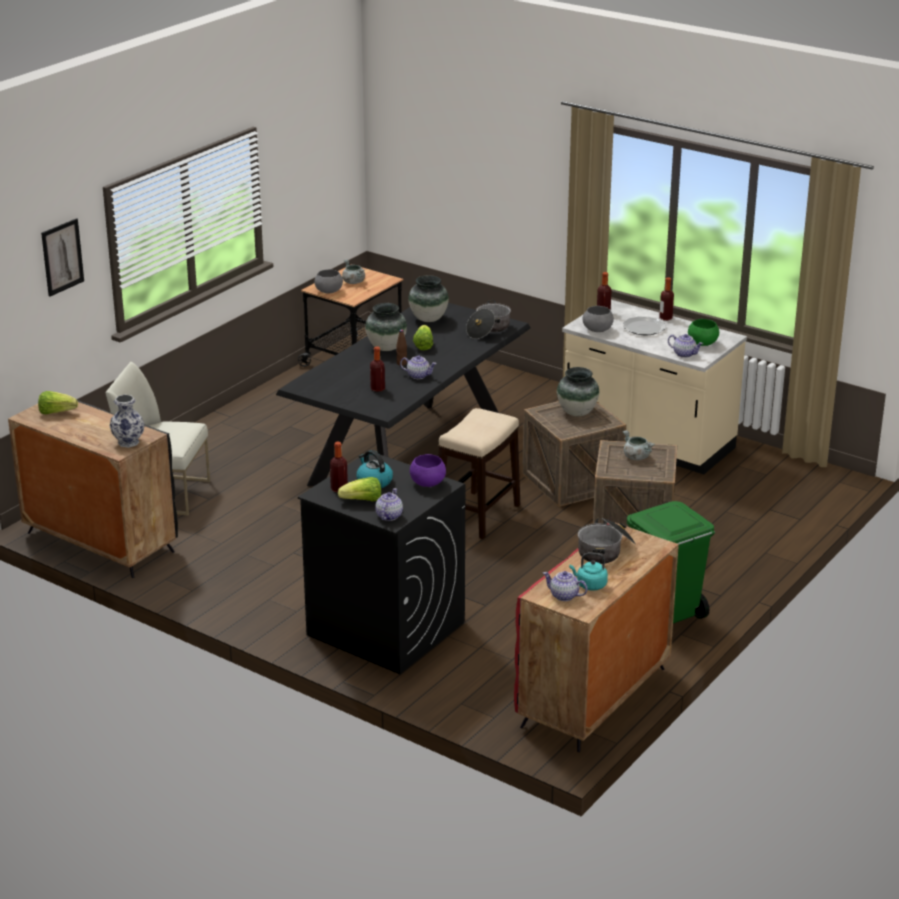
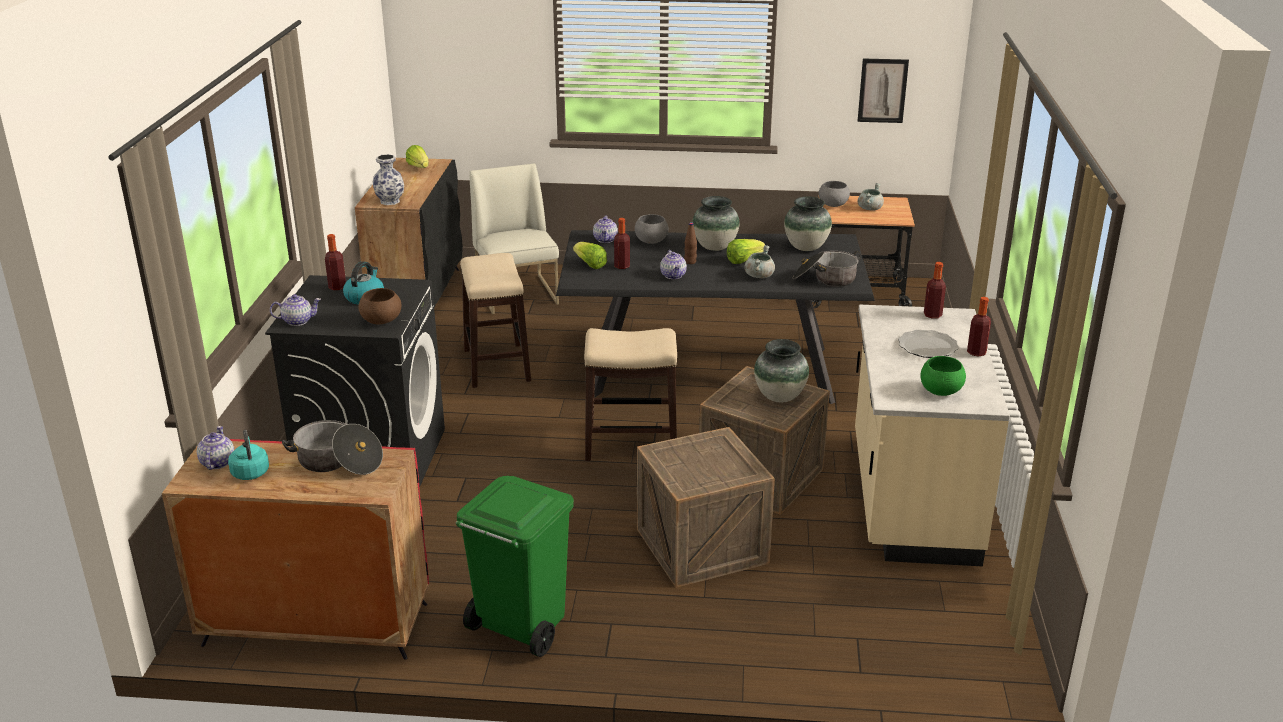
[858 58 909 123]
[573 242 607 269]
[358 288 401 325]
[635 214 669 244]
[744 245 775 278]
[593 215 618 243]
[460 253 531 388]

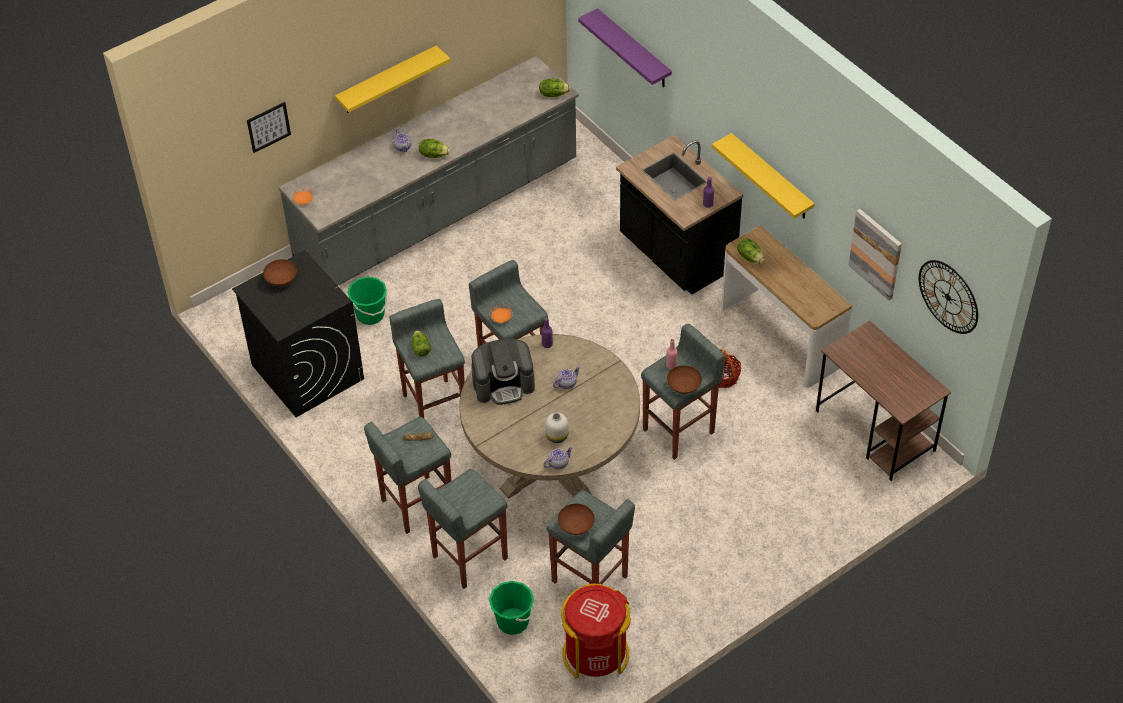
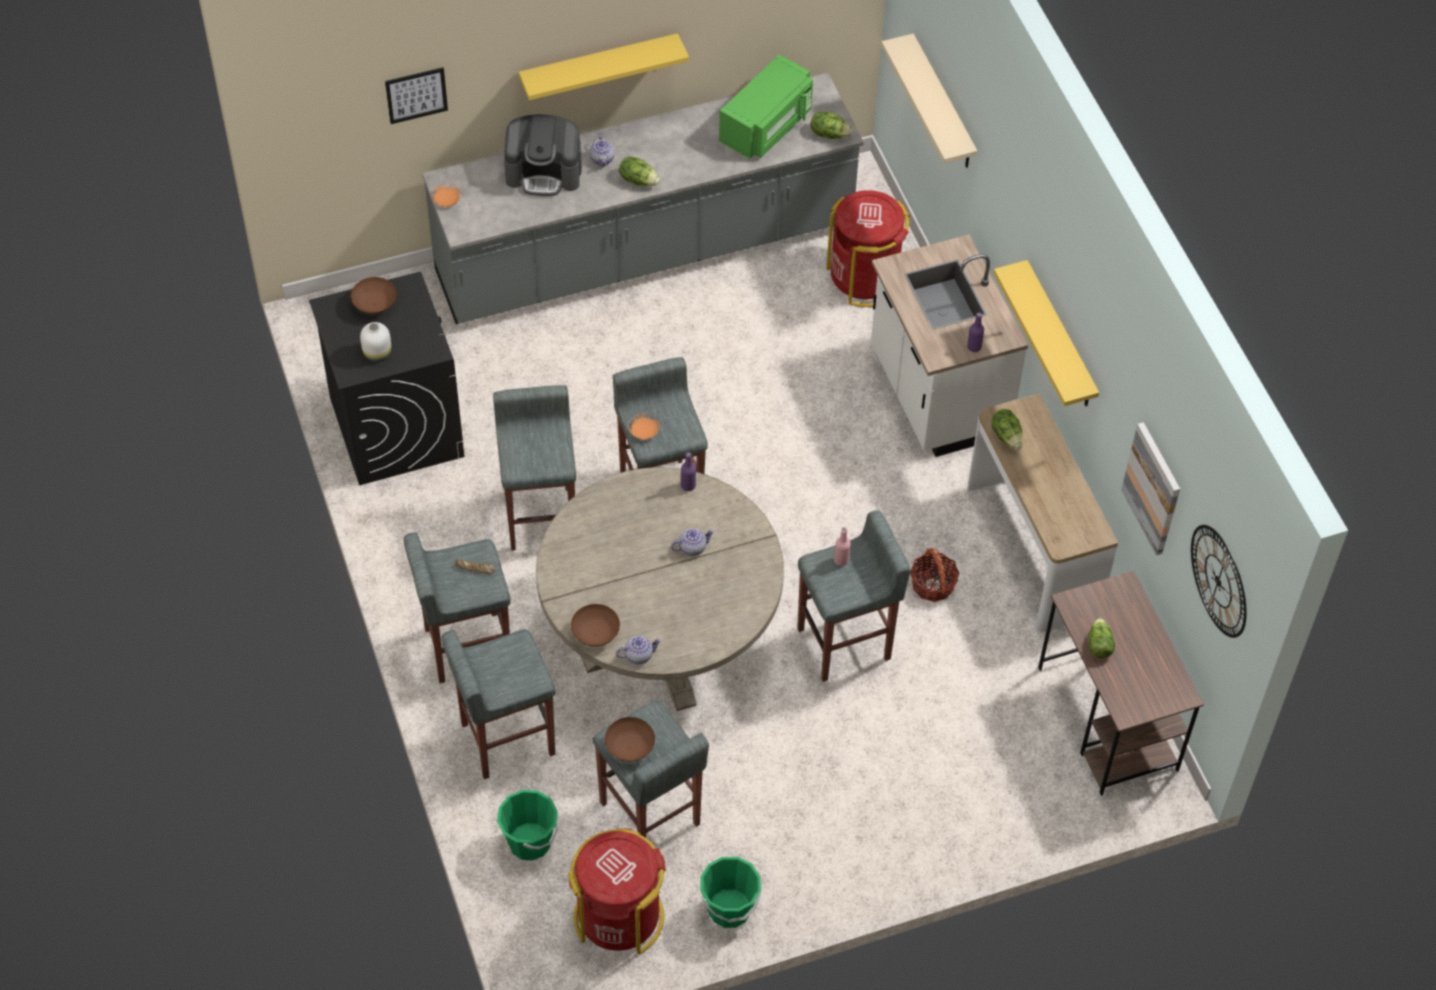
[700 857 762 928]
[1088 618 1115 658]
[504 114 582 196]
[360 322 392 362]
[881 34 977 168]
[871 235 1028 457]
[571 604 620 647]
[719 54 813 159]
[826 190 909 307]

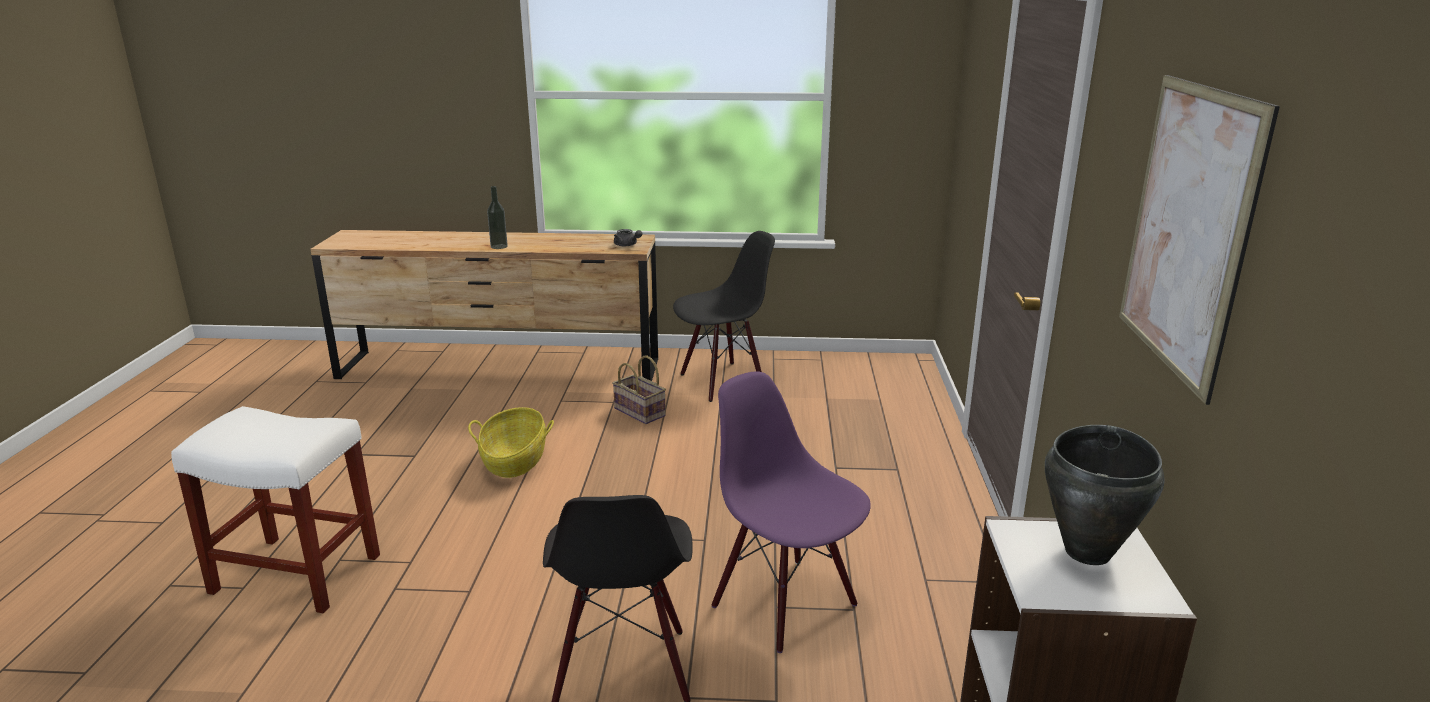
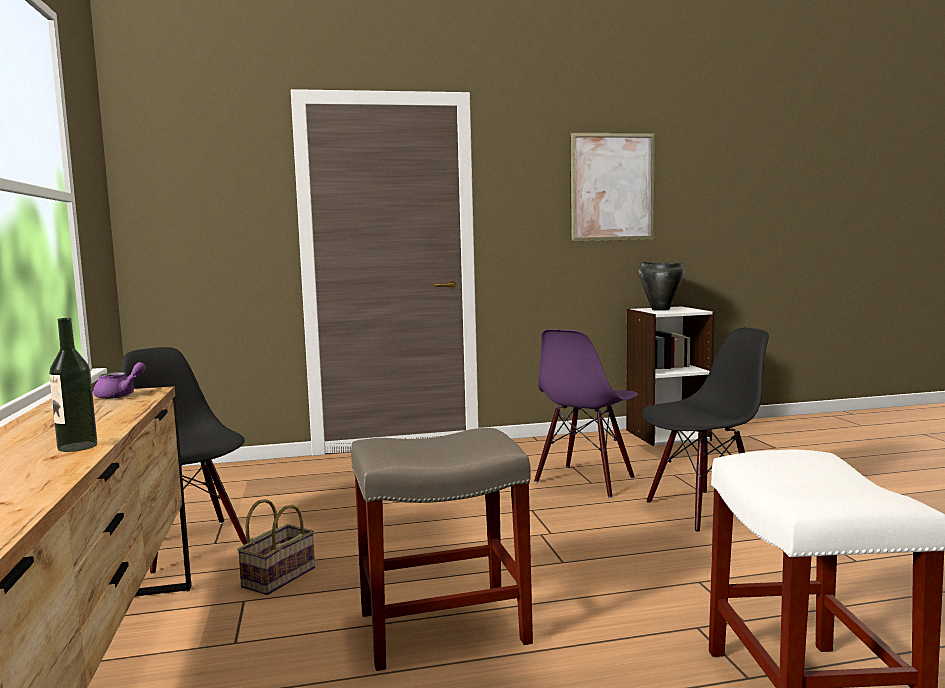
[351 428 533 671]
[93 362 146 399]

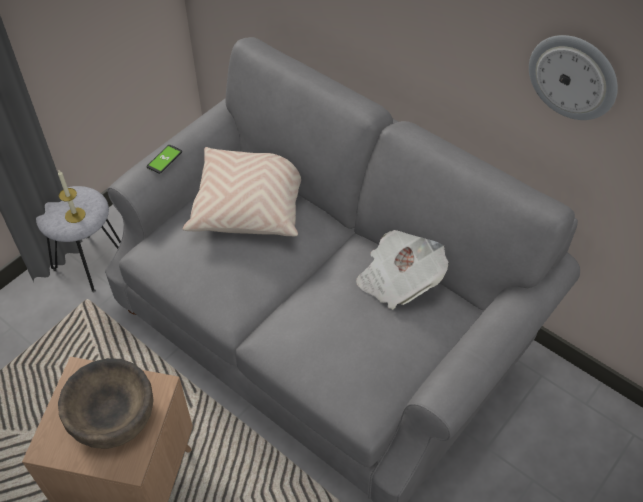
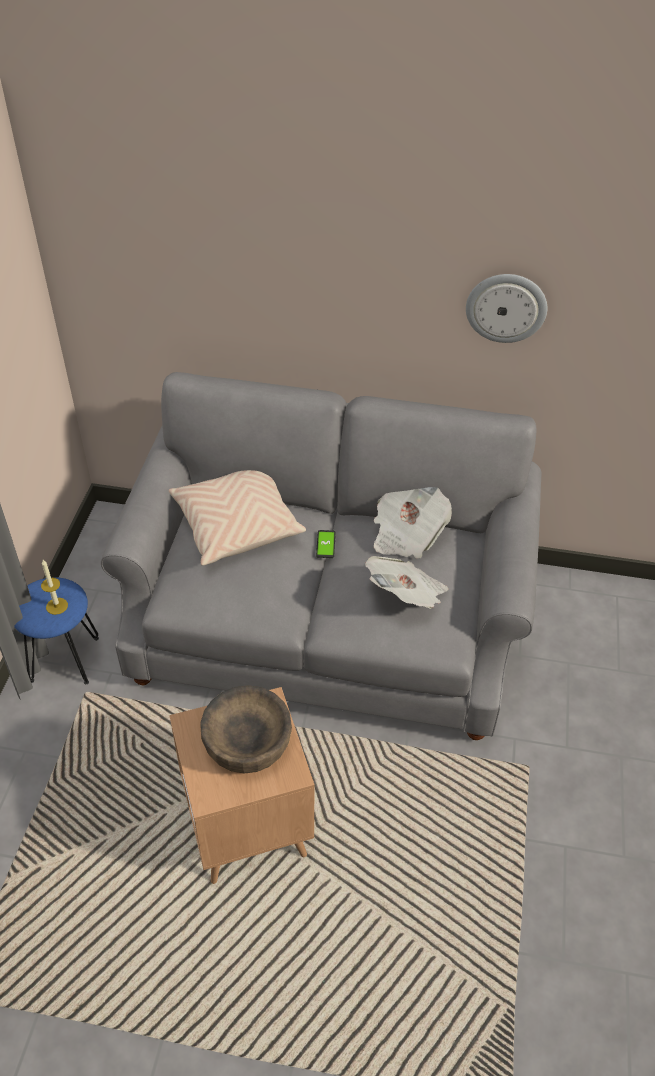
[14 577 99 684]
[316 530 335 558]
[365 556 448 609]

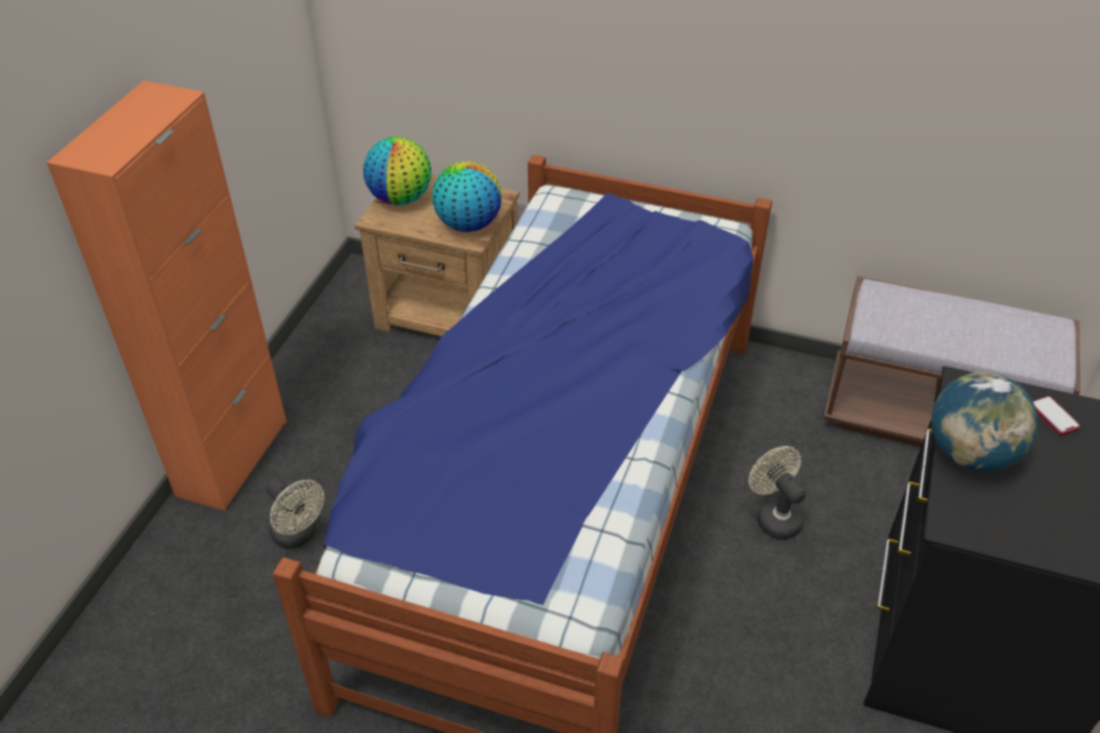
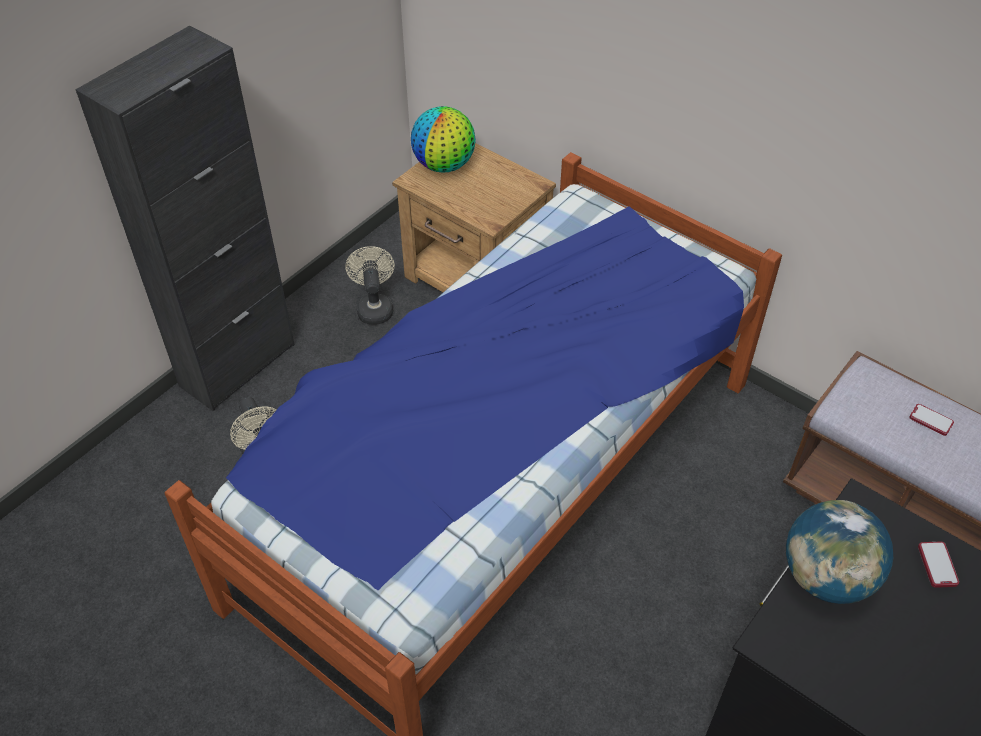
[75 25 295 411]
[432 161 502 232] (first image)
[345 246 395 325]
[909 404 954 436]

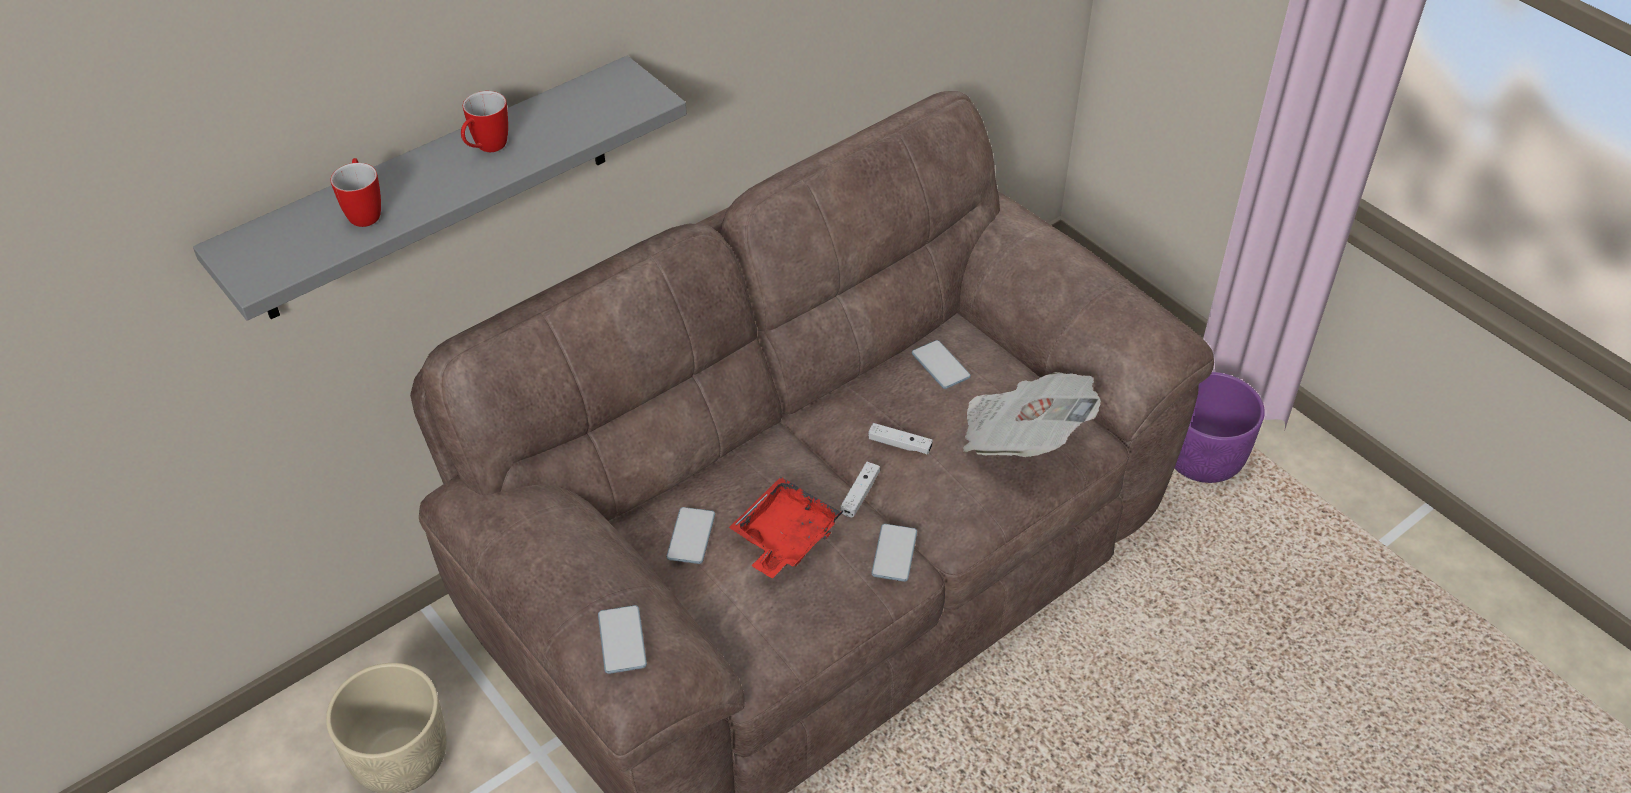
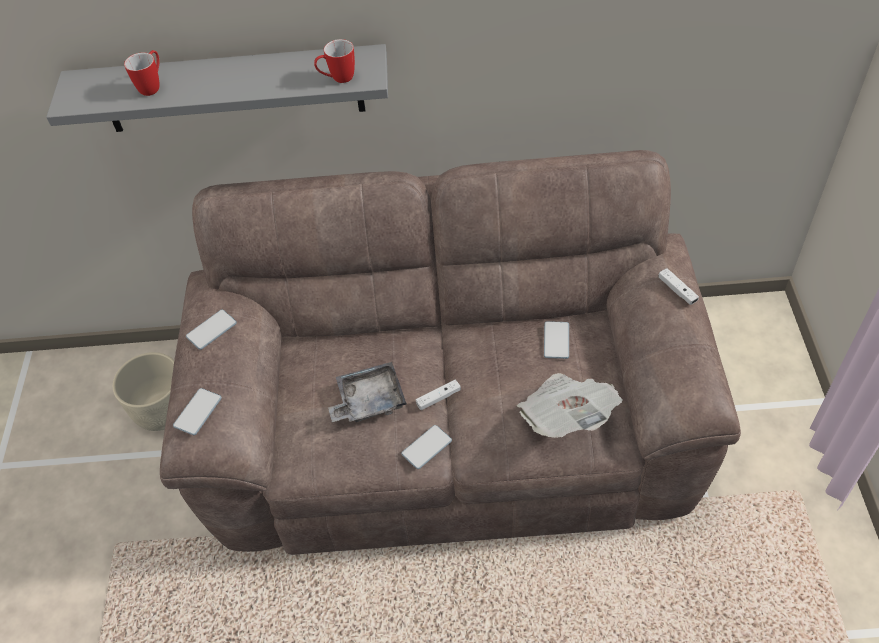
[314 39 355 83]
[186 309 237 350]
[328 362 407 422]
[658 268 699 305]
[1174 372 1265 483] (first image)

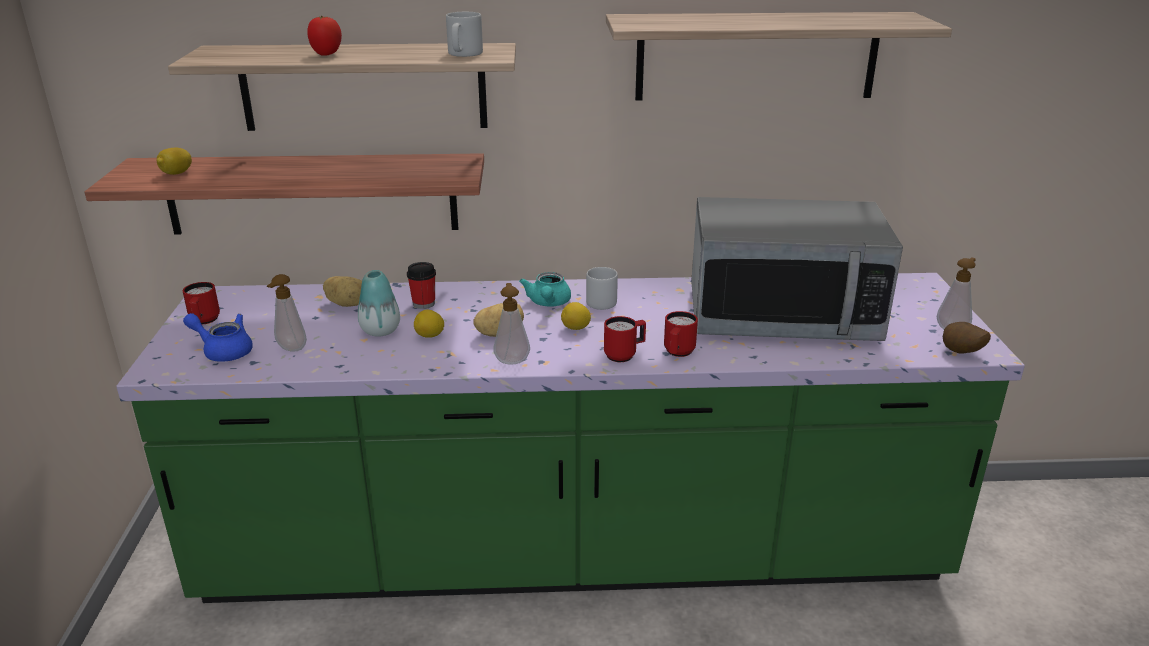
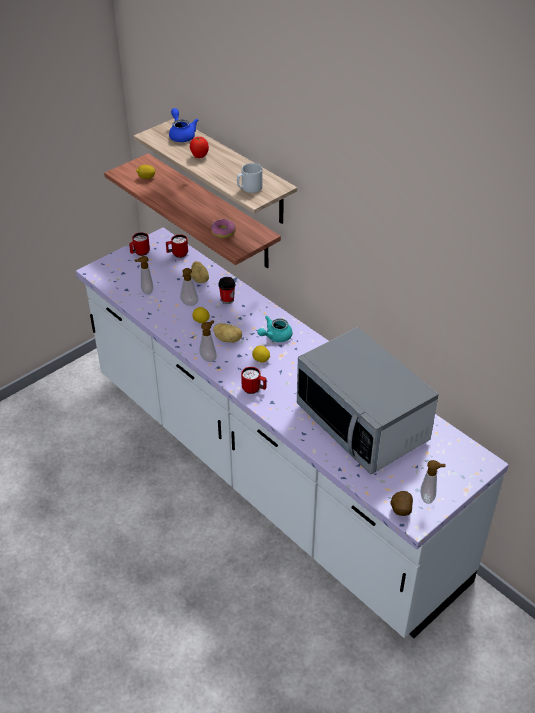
[76 227 509 638]
[169 108 198 142]
[180 268 198 306]
[586 267 618 310] (first image)
[606 12 952 100] (first image)
[166 234 188 258]
[211 219 236 238]

